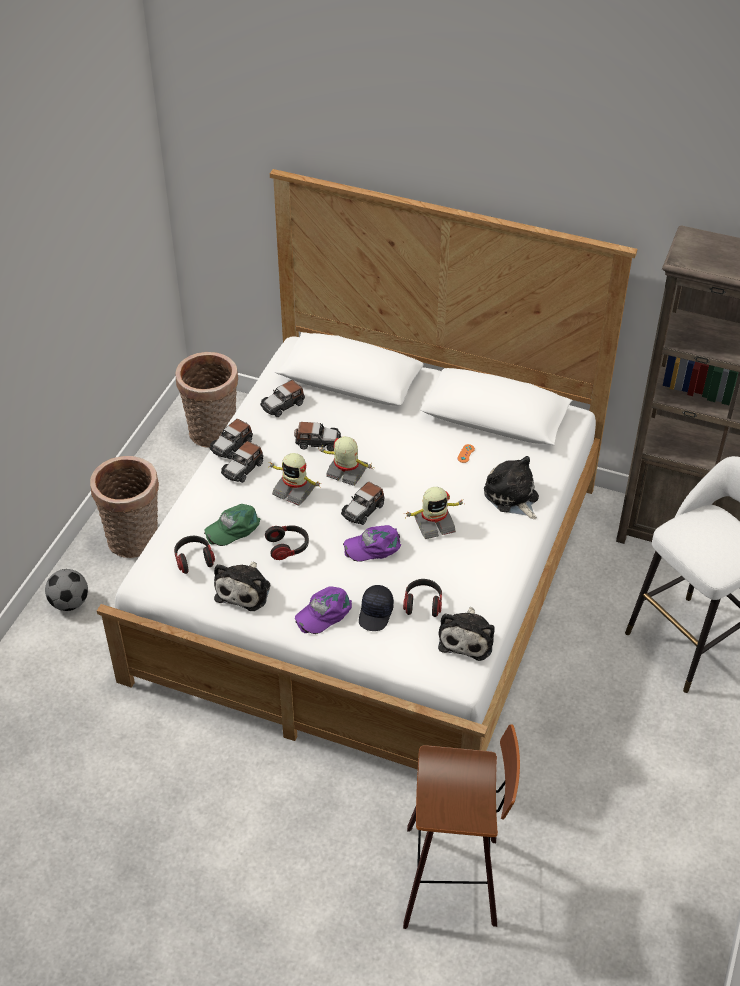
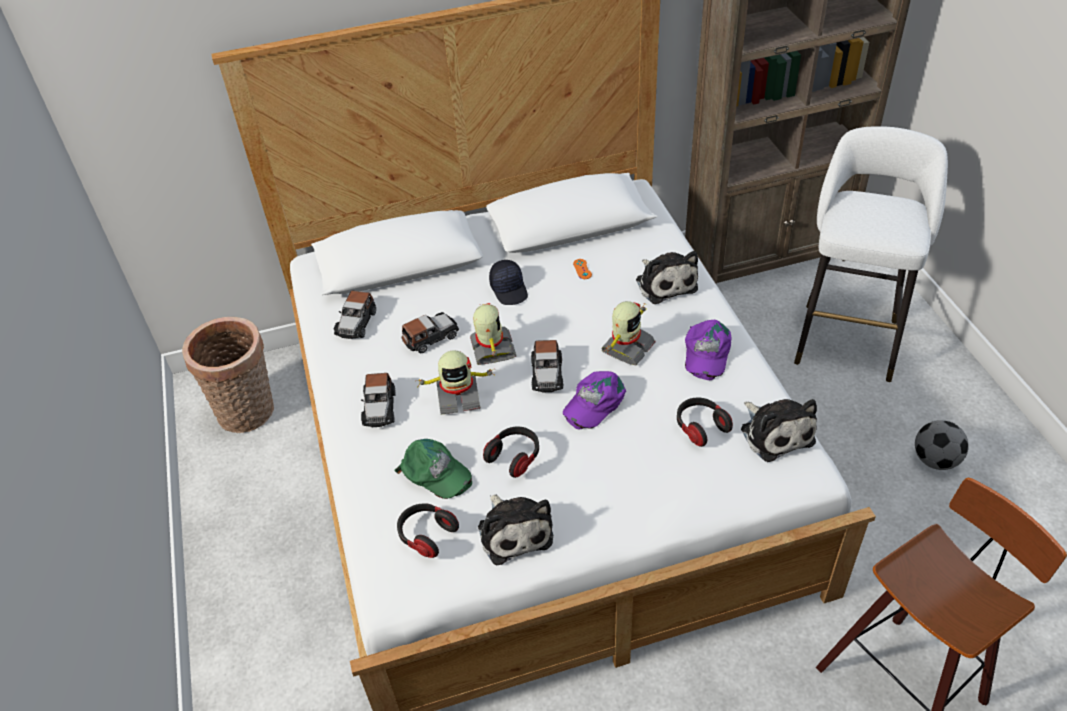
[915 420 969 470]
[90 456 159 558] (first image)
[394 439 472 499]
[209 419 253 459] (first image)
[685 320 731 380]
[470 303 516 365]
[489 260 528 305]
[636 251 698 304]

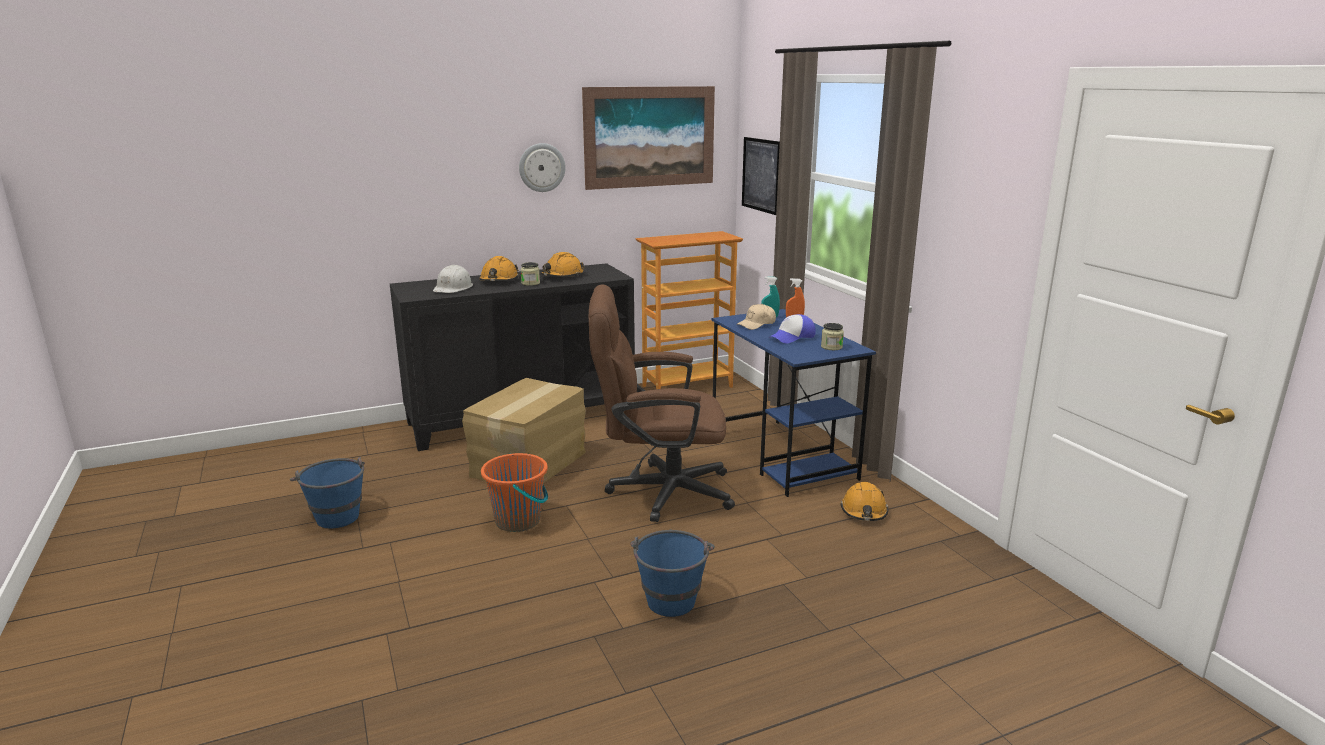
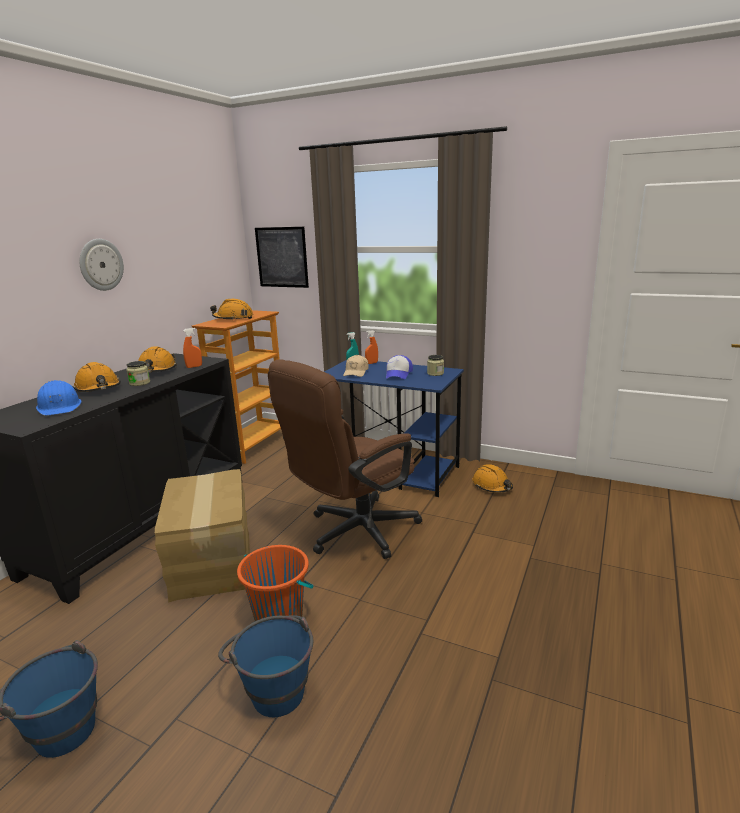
[36 380 82 416]
[582 86 715 190] (first image)
[218 615 313 717]
[183 328 202 368]
[210 299 253 320]

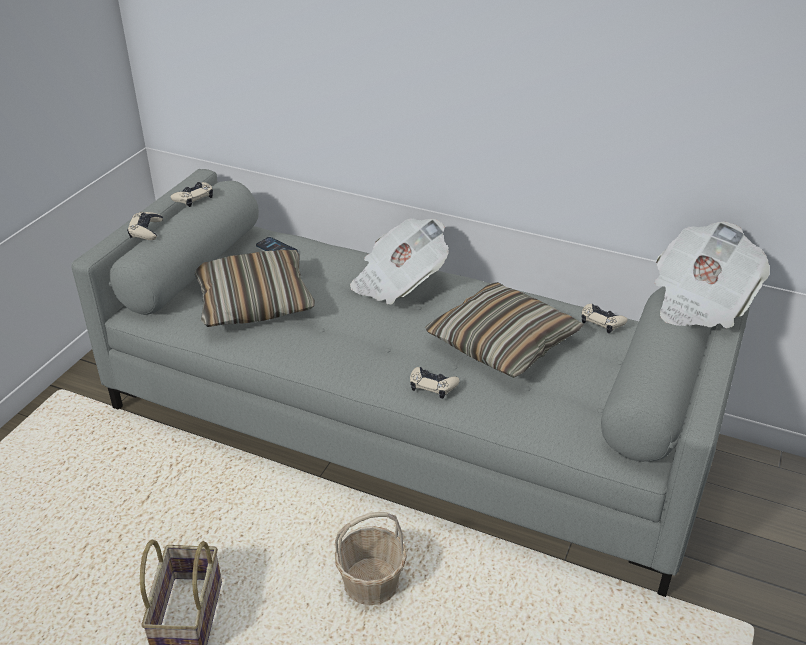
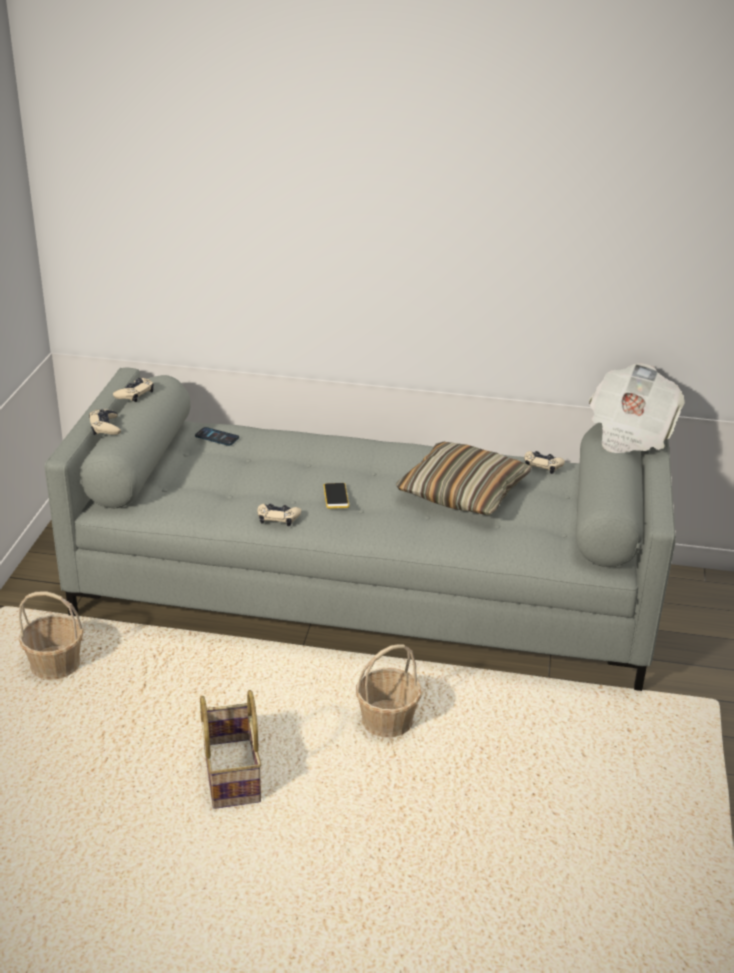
[195 250 315 327] (first image)
[350 218 449 304] (first image)
[257 503 301 526]
[19 591 84 680]
[324 483 349 509]

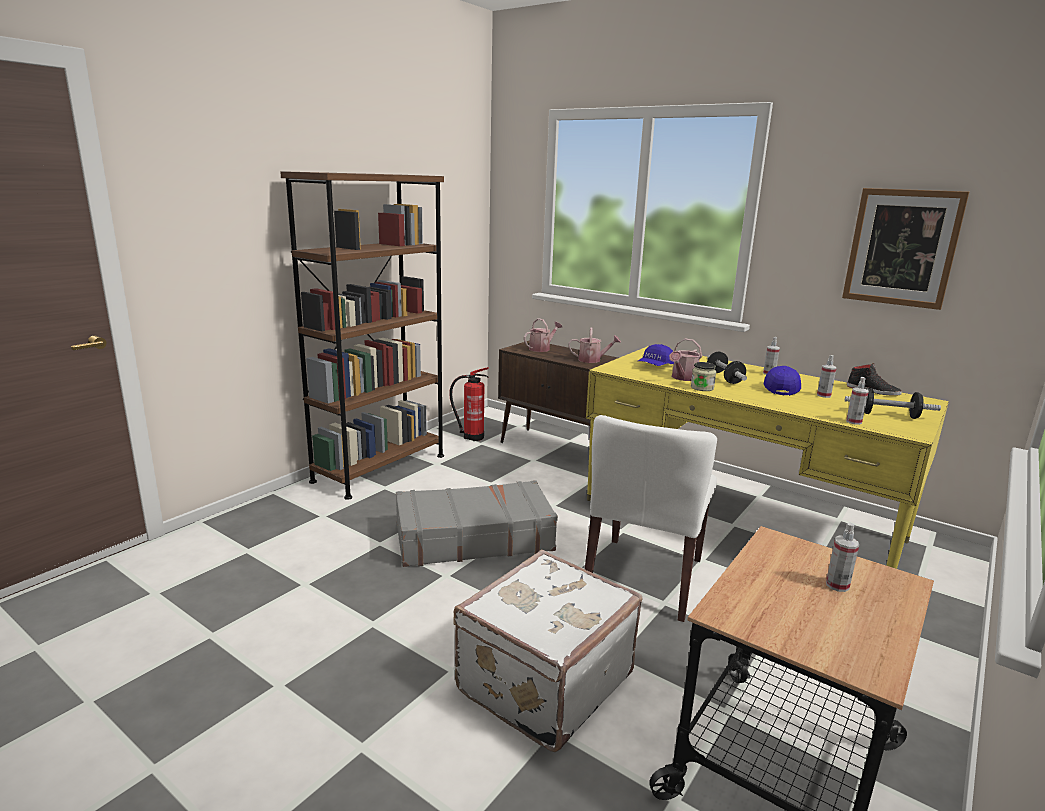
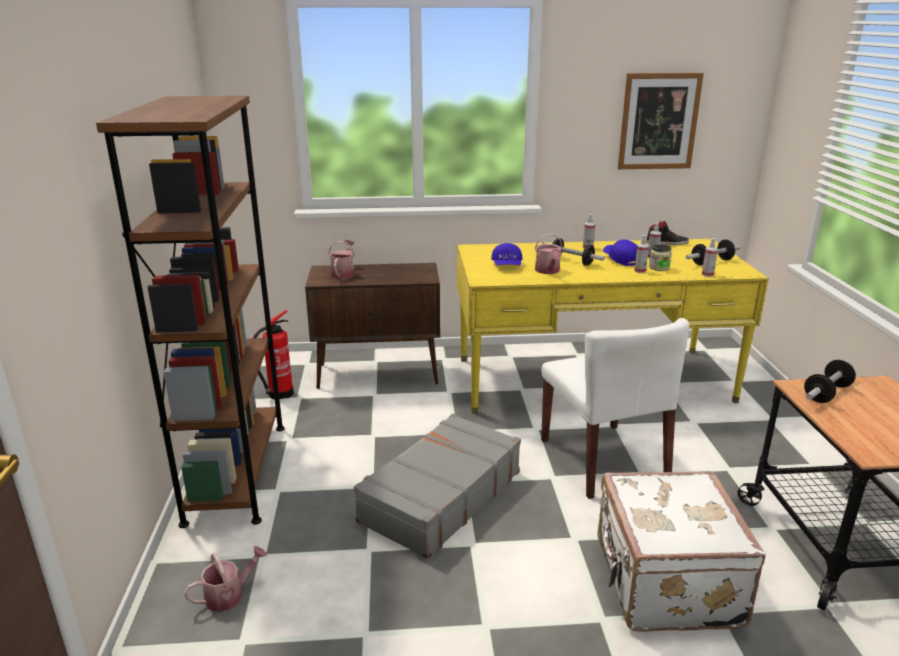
[184 546 267 612]
[649 244 672 271]
[634 235 649 273]
[804 360 856 403]

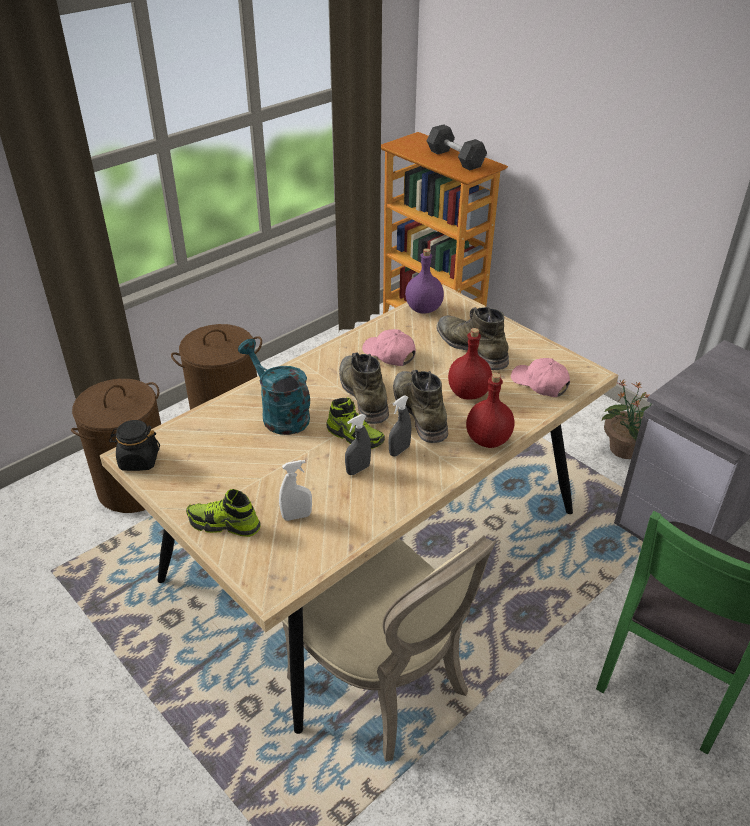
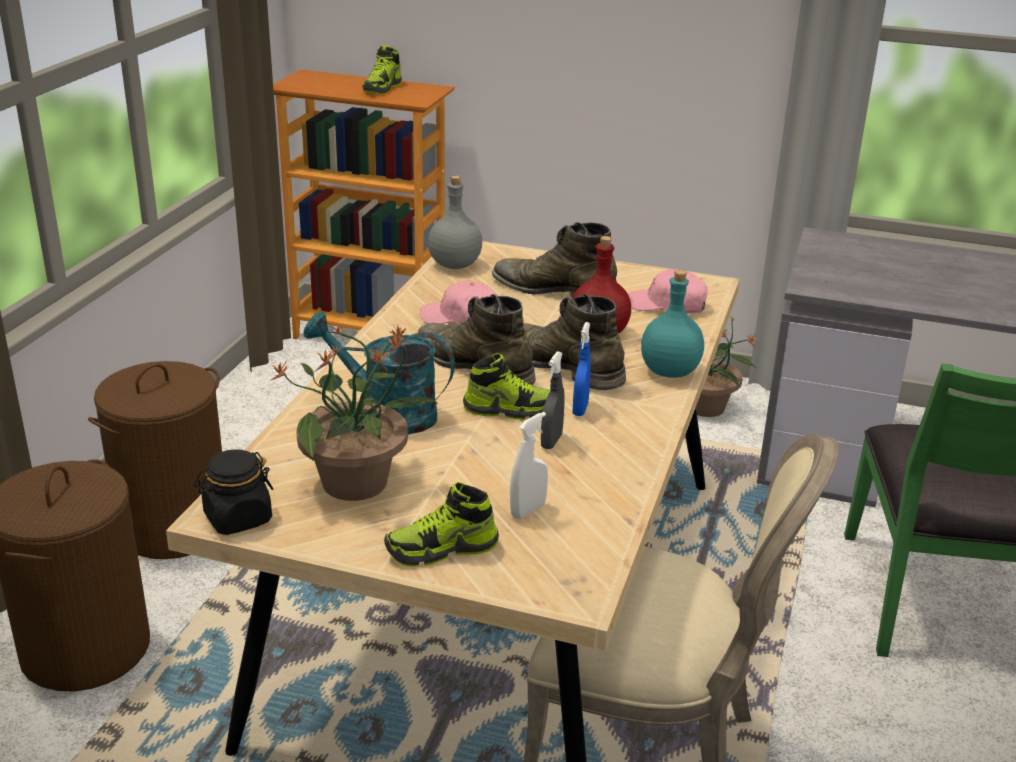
[573 322 591 416]
[428 176 482 269]
[363 45 402 94]
[641 270 704 378]
[270 324 438 501]

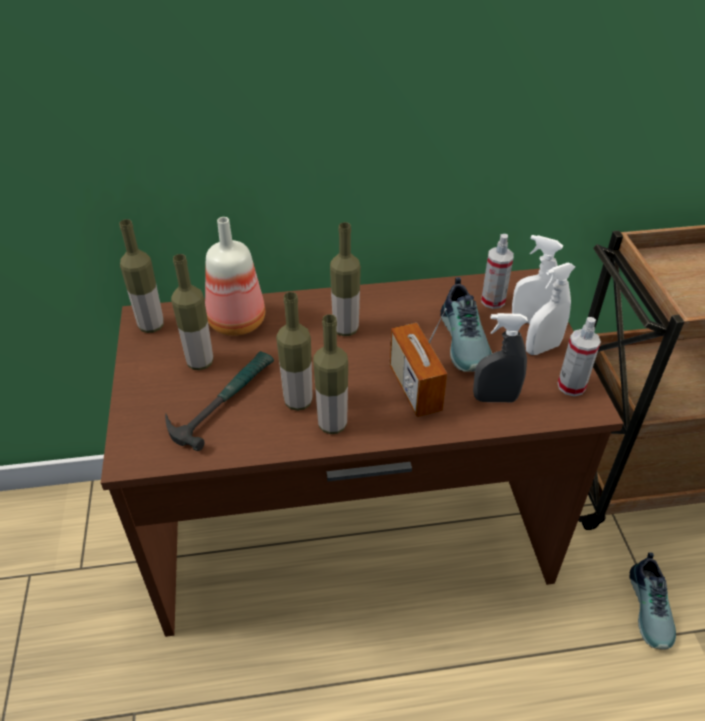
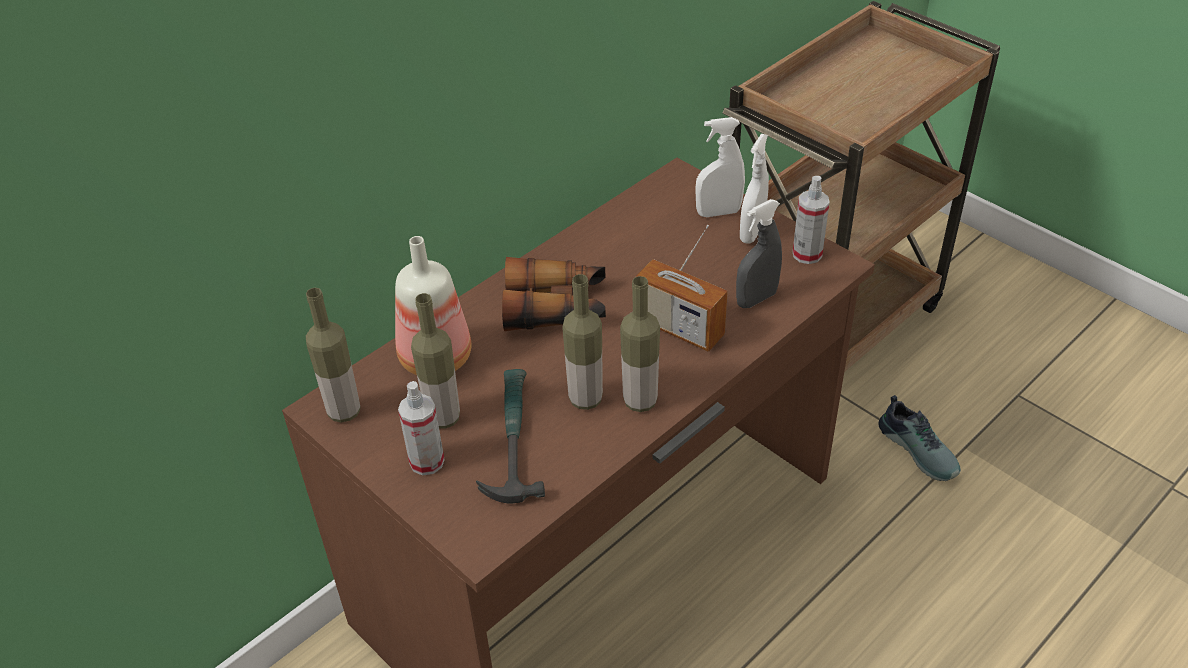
[502 257 606 331]
[440 277 492 372] (first image)
[398 381 445 475]

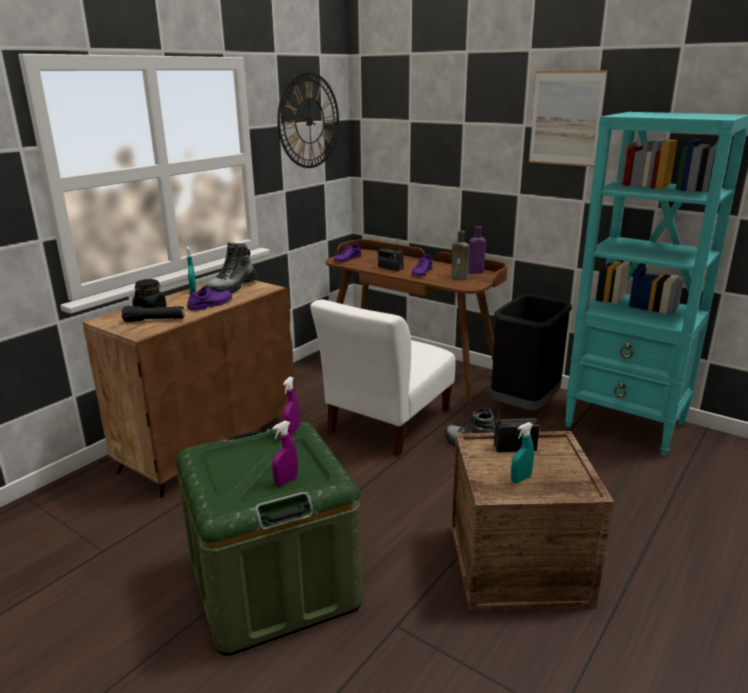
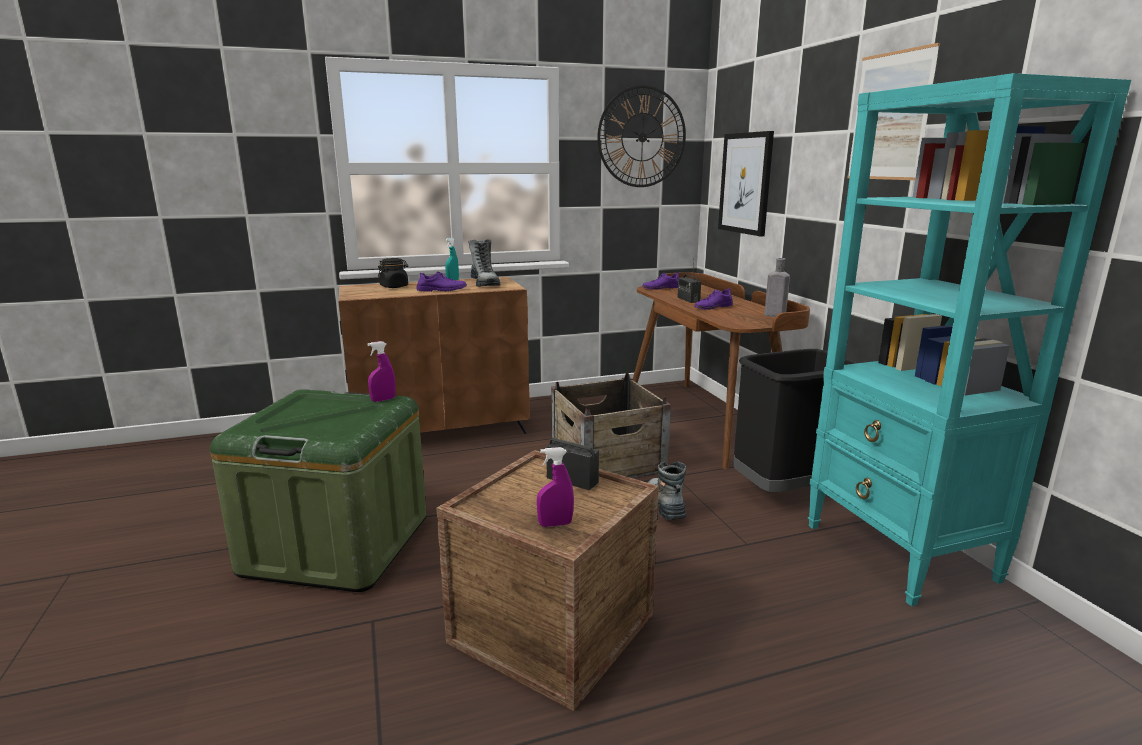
[121 306 184 322] (first image)
[468 239 500 287]
[537 447 574 527]
[551 373 671 479]
[451 231 470 280] (first image)
[764 258 790 317]
[511 422 534 483] (first image)
[718 131 774 236]

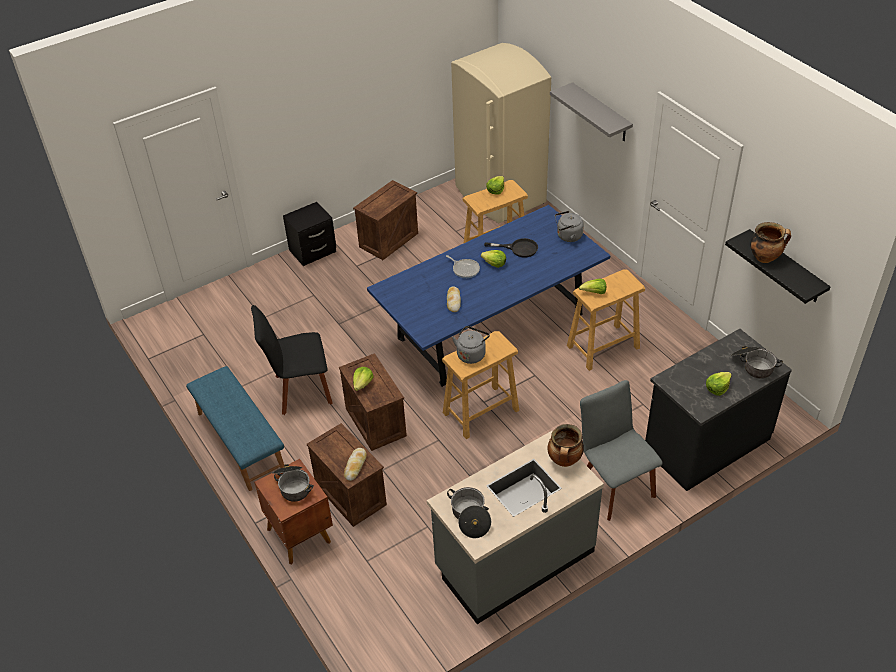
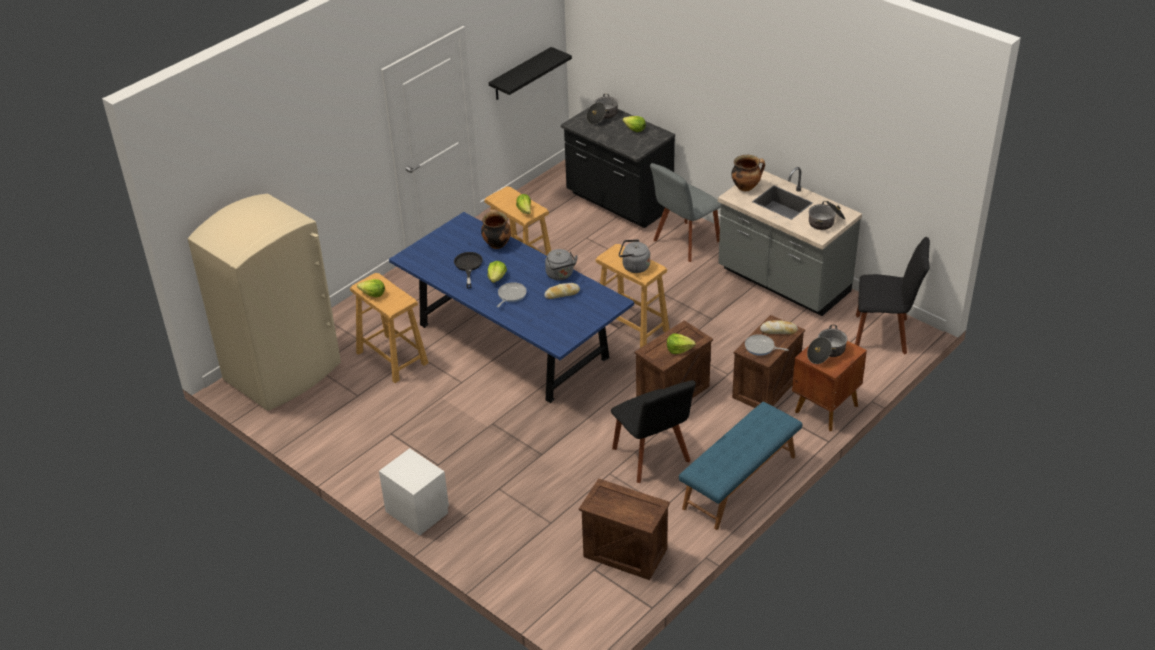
[379 448 449 536]
[579 478 670 580]
[550 82 633 141] (first image)
[545 249 578 280]
[481 209 511 249]
[745 334 789 356]
[855 237 930 354]

